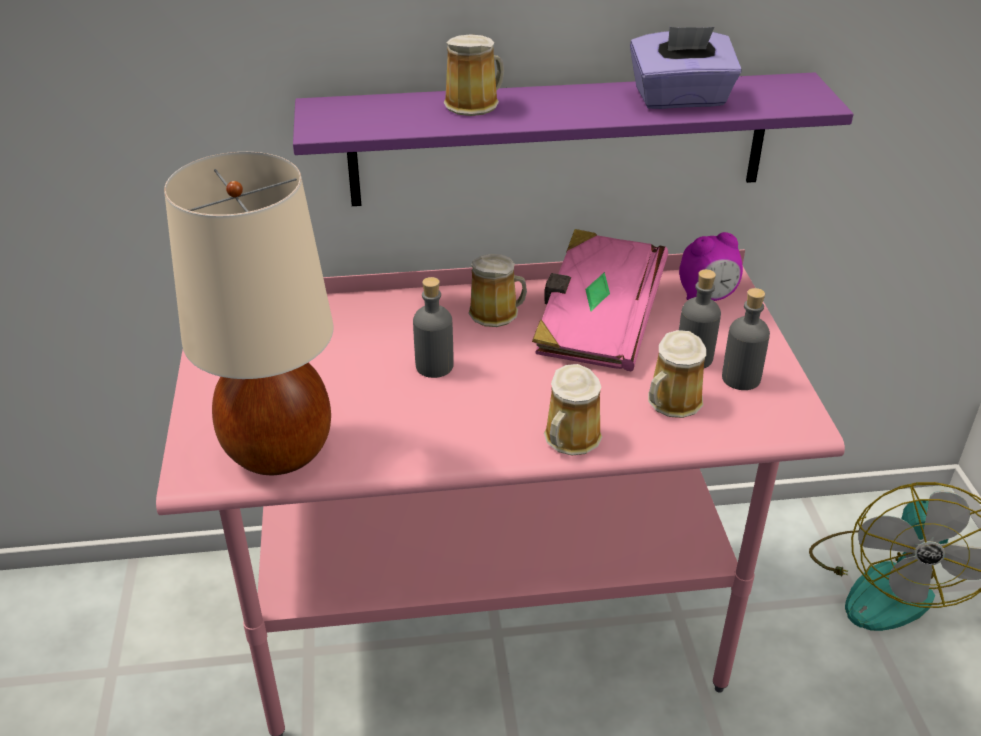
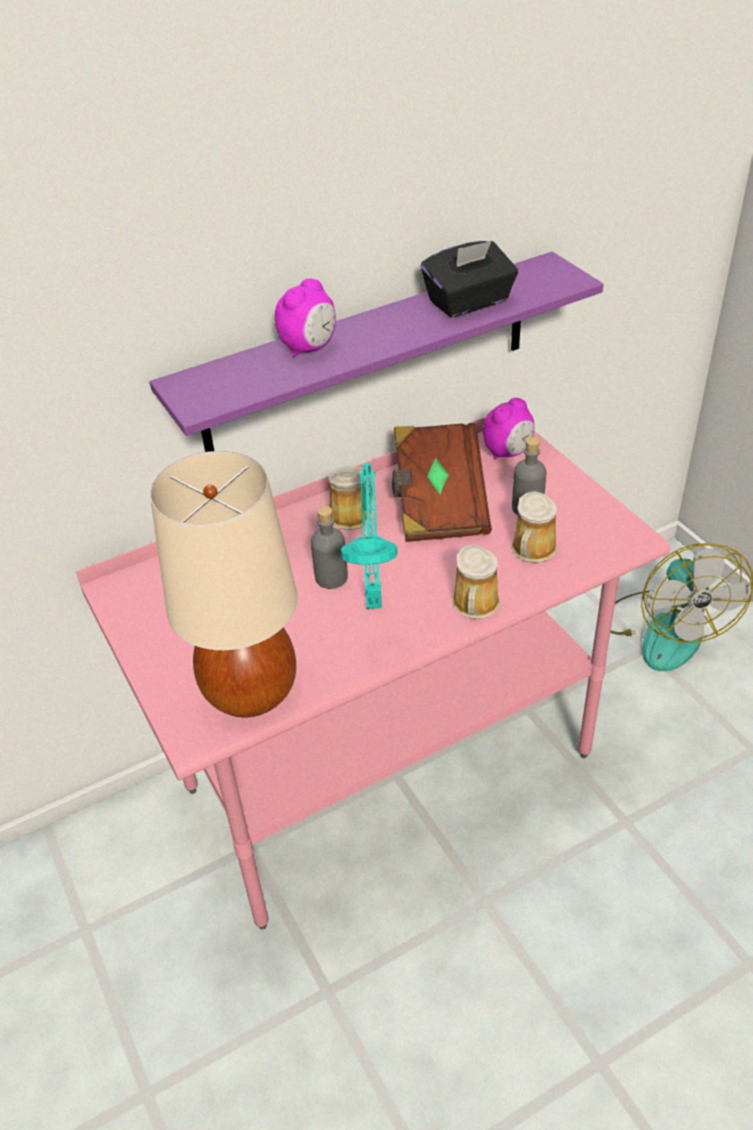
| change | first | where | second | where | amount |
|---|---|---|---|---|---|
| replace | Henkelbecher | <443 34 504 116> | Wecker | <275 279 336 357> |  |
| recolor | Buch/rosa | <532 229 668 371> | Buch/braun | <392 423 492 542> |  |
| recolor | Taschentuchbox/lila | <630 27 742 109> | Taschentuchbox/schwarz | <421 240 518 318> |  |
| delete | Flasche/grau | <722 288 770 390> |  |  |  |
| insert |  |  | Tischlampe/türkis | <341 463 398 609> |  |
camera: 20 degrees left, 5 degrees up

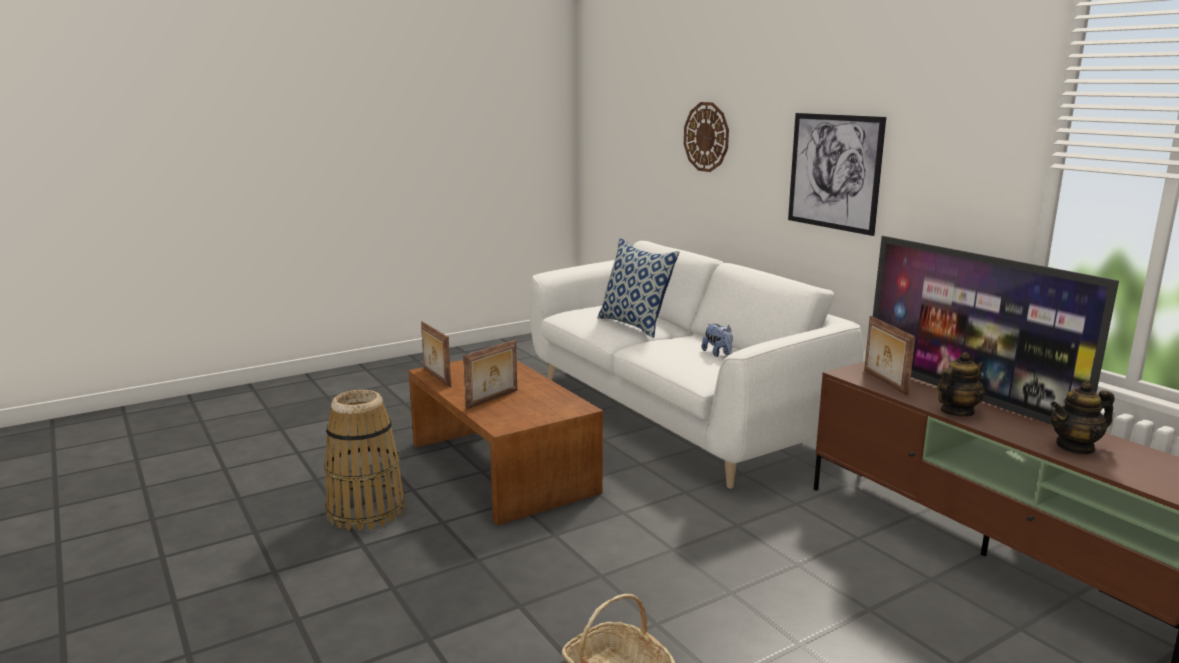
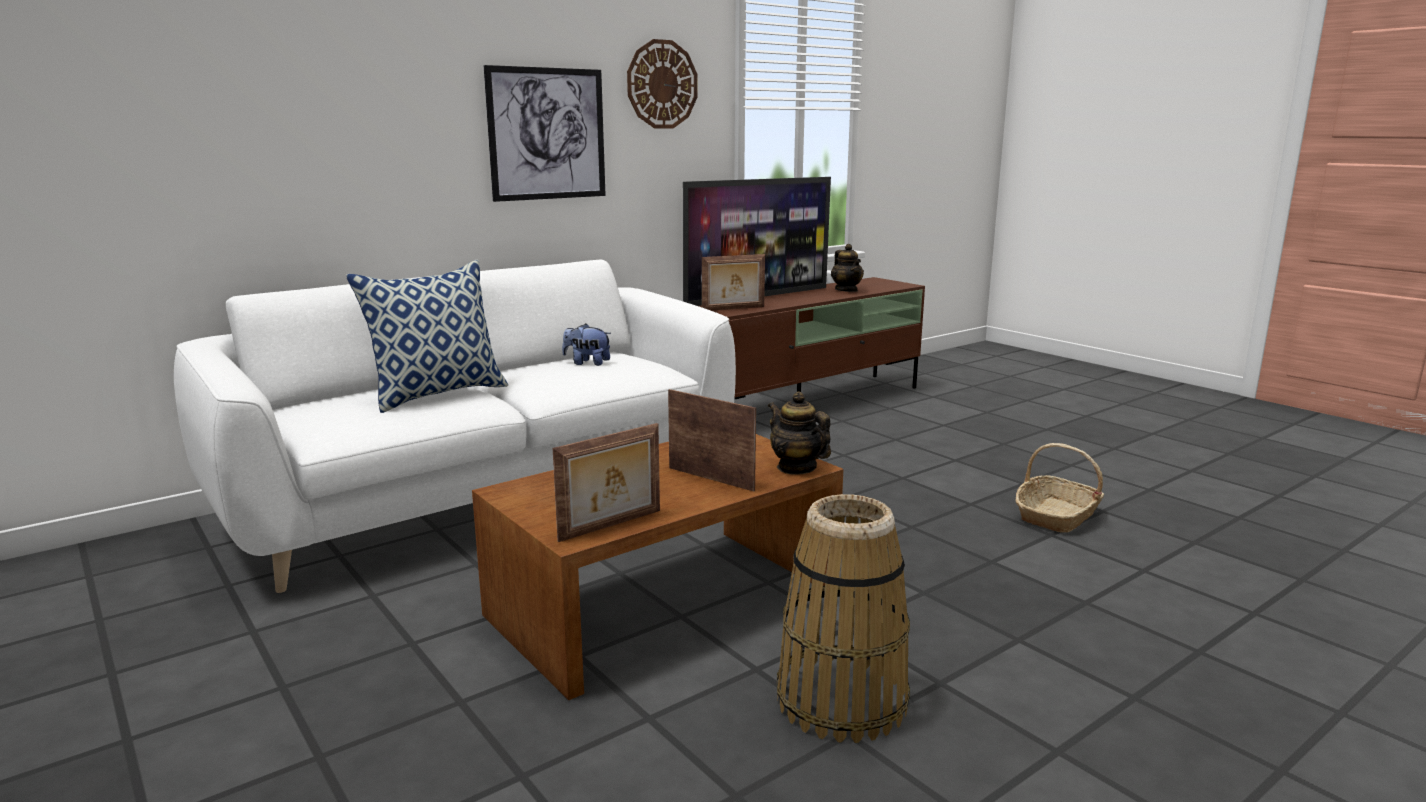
| change | first | where | second | where | amount |
|---|---|---|---|---|---|
| move | Wanduhr | <684 102 729 172> |  | <627 39 698 129> |  |
| rotate | Plüschtier | <702 324 733 357> |  | <562 324 611 366> | 135 degrees counterclockwise |
| move | Teekanne | <937 352 985 416> |  | <768 391 831 475> |  |
camera: 95 degrees left, 0 degrees up

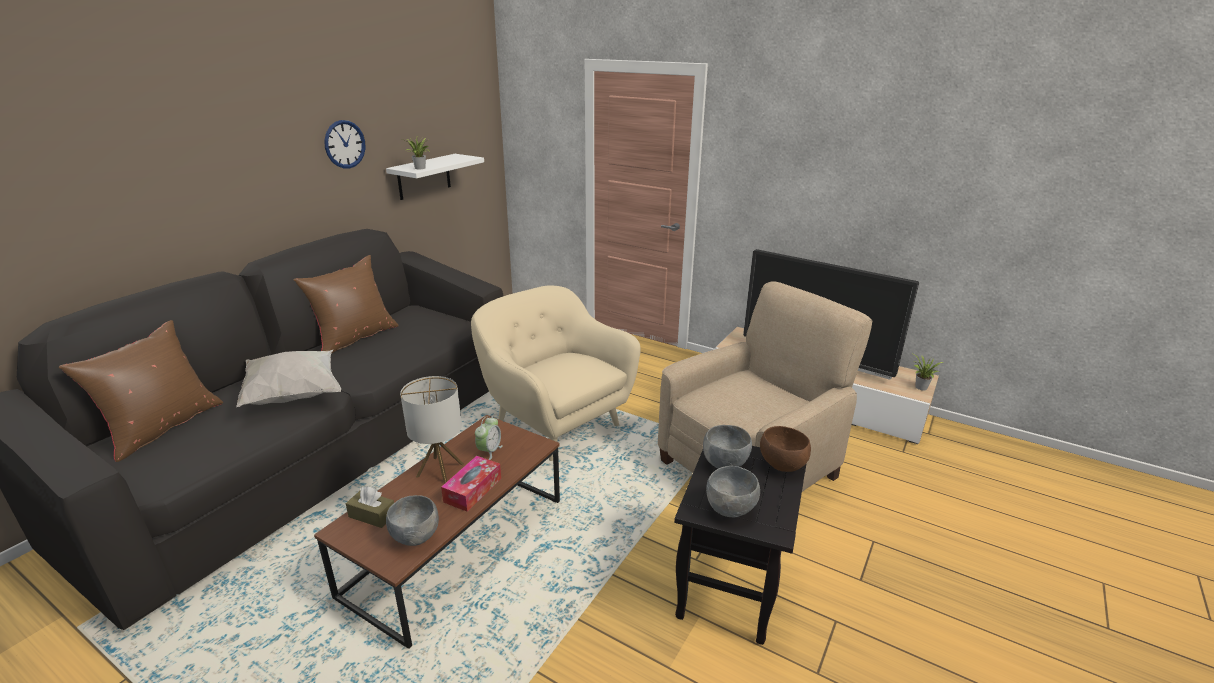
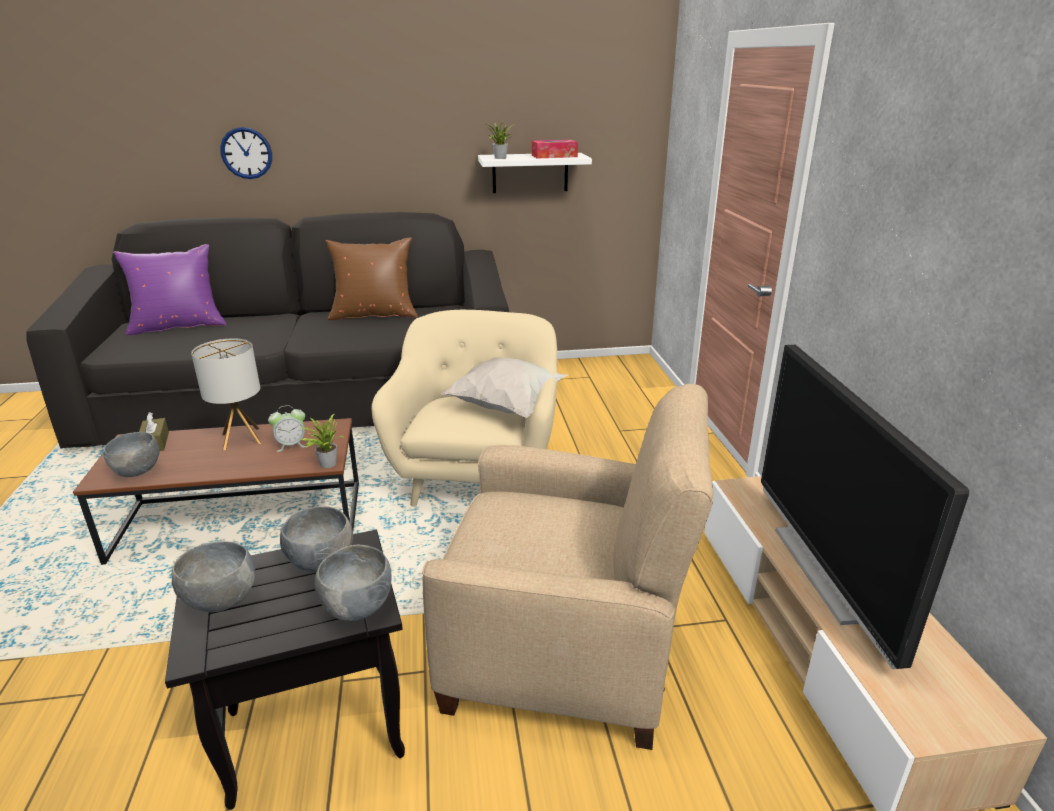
| change | first | where | second | where | amount |
|---|---|---|---|---|---|
| recolor | Kissen/braun | <59 320 223 462> | Kissen/lila | <113 244 227 335> |  |
| move | Kissen/weiß | <236 350 341 407> |  | <441 357 568 418> |  |
| move | Wanduhr | <324 120 366 168> |  | <220 127 272 179> |  |
| move | Taschentuchbox | <441 456 501 512> |  | <532 140 578 159> |  |
| recolor | Schüssel/braun | <760 426 811 472> | Schüssel/grau | <314 544 392 621> |  |
| move | Topfpflanze | <914 355 943 390> |  | <300 413 343 468> |  |
camera: 50 degrees right, 0 degrees up

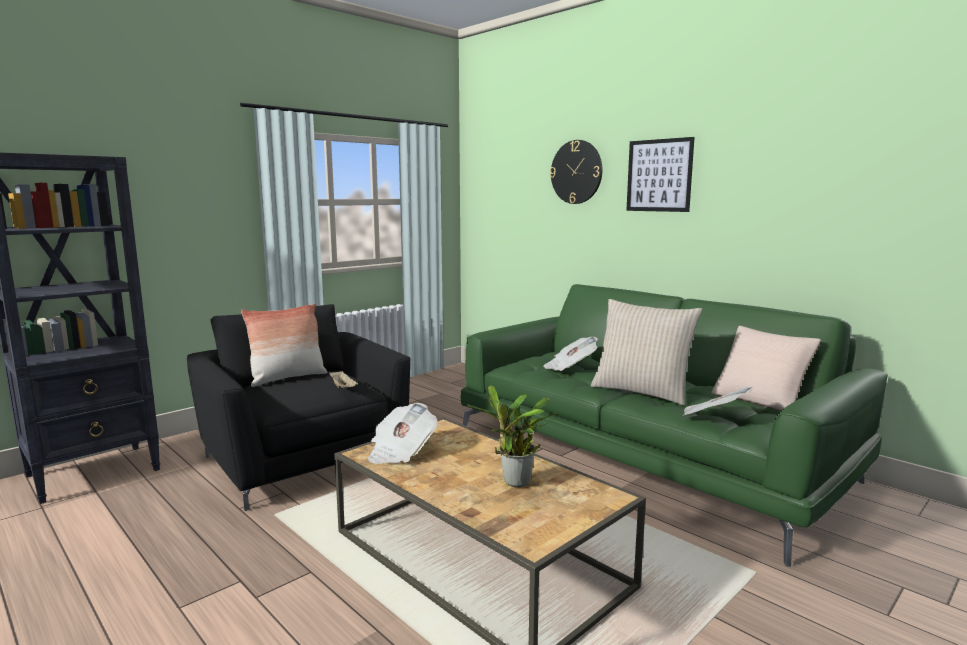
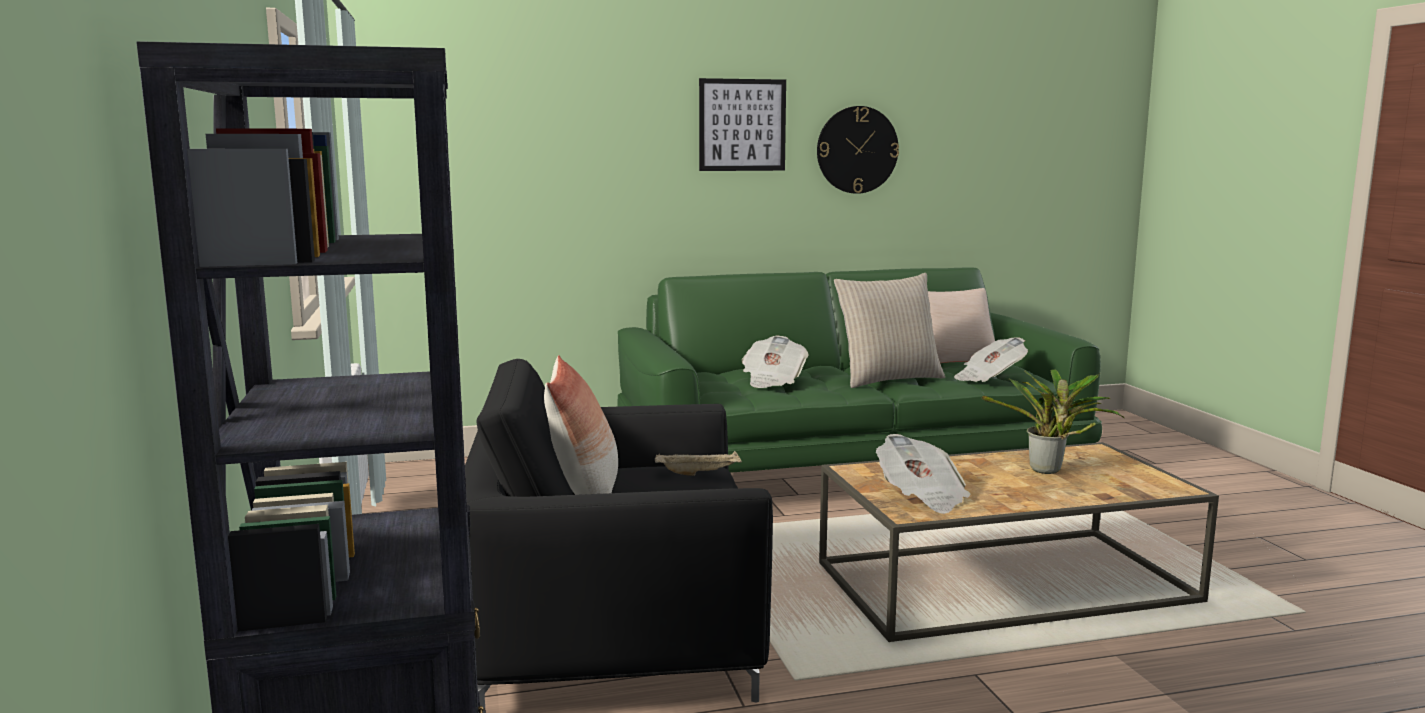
| change | first | where | second | where | amount |
|---|---|---|---|---|---|
| move | Wanduhr | <550 140 602 204> |  | <817 106 899 194> |  |
camera: 60 degrees left, 0 degrees up

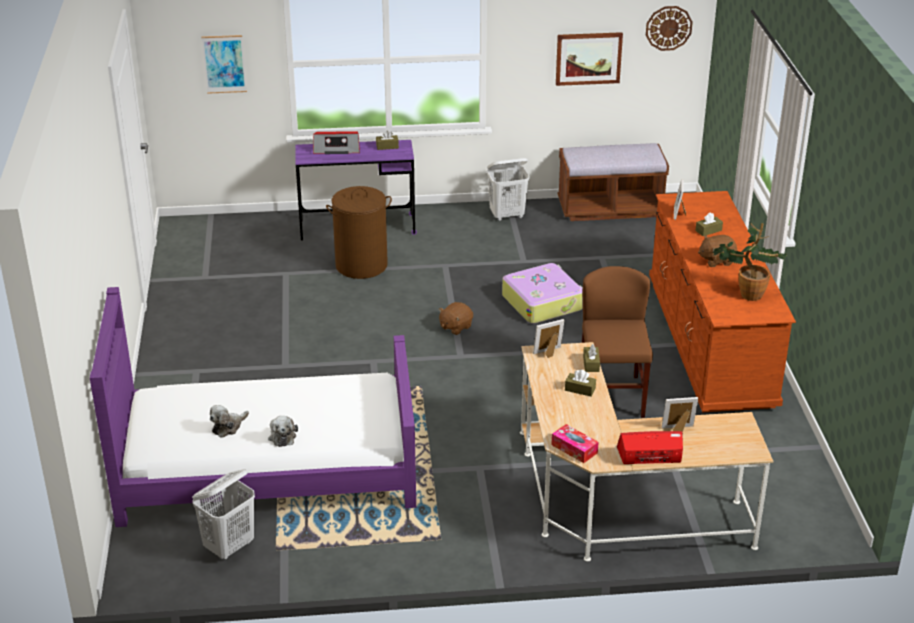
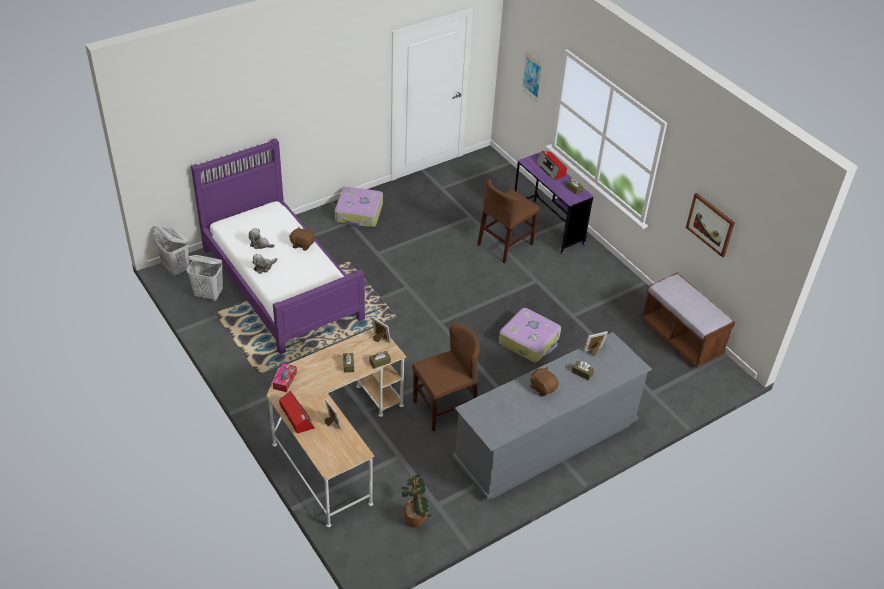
| change | first | where | second | where | amount |
|---|---|---|---|---|---|
| replace | Wäschekorb/braun | <326 186 392 279> | Stuhl/braun | <477 179 540 263> |  |
| move | Plüschtier/braun | <439 302 473 335> |  | <289 227 315 251> |  |
| move | Wäschekorb/weiß | <487 158 530 221> |  | <154 226 189 277> |  |
| delete | Wanduhr | <646 6 693 51> |  |  |  |
| recolor | Kommode/braun | <649 191 796 412> | Kommode/grau | <452 332 652 500> |  |
| move | Topfpflanze | <713 223 787 301> |  | <402 474 432 528> |  |
| insert |  |  | Koffer | <335 187 383 227> |  |
camera: 60 degrees right, 10 degrees up

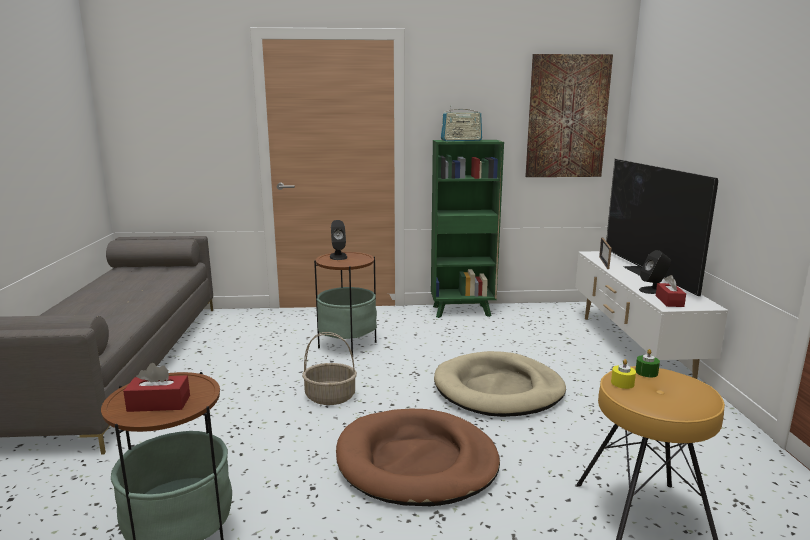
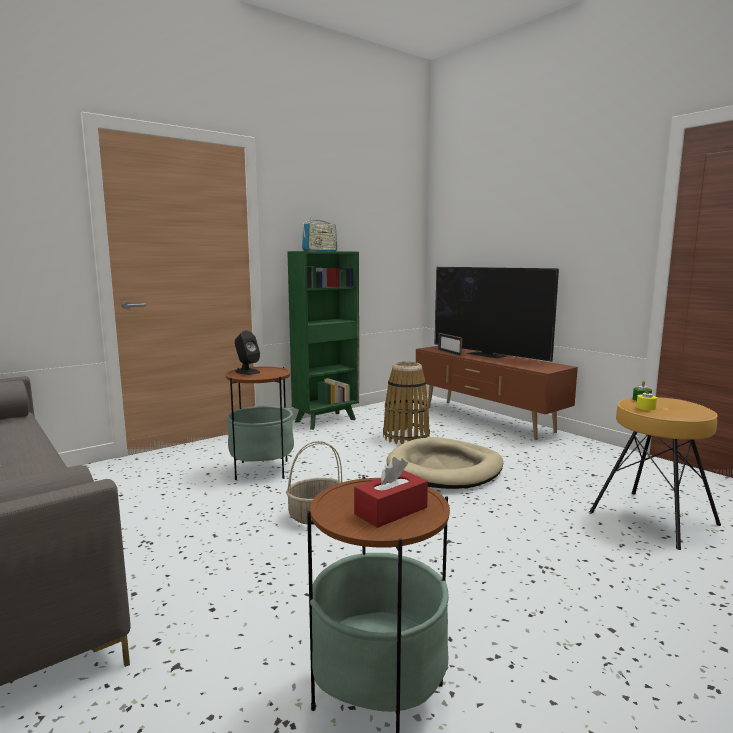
| change | first | where | second | where | amount |
|---|---|---|---|---|---|
| delete | Hundebett/braun | <336 409 500 506> |  |  |  |
| delete | Bild | <525 54 613 177> |  |  |  |
| recolor | Fernsehschrank/weiß | <575 251 728 379> | Fernsehschrank/braun | <416 346 578 440> |  |
| delete | Lautsprecher/schwarz | <639 250 671 294> |  |  |  |
| delete | Taschentuchbox/rot | <656 275 686 307> |  |  |  |
| insert |  |  | Korb | <383 362 430 444> |  |
camera: 35 degrees left, 5 degrees down

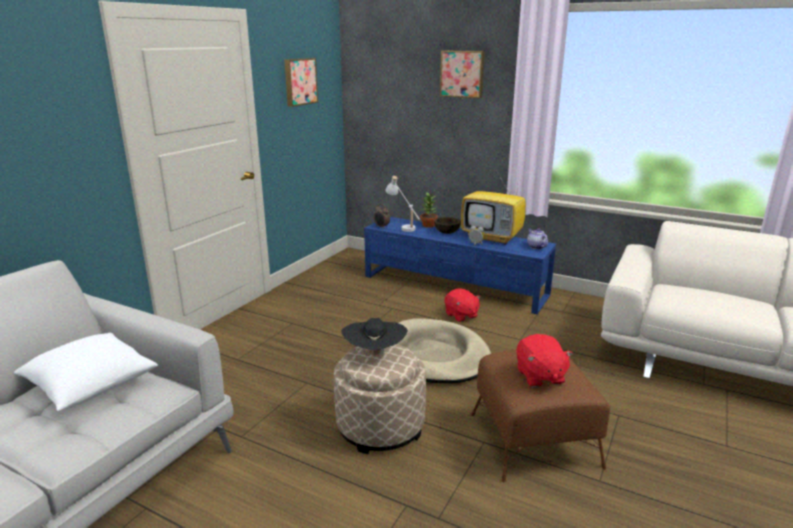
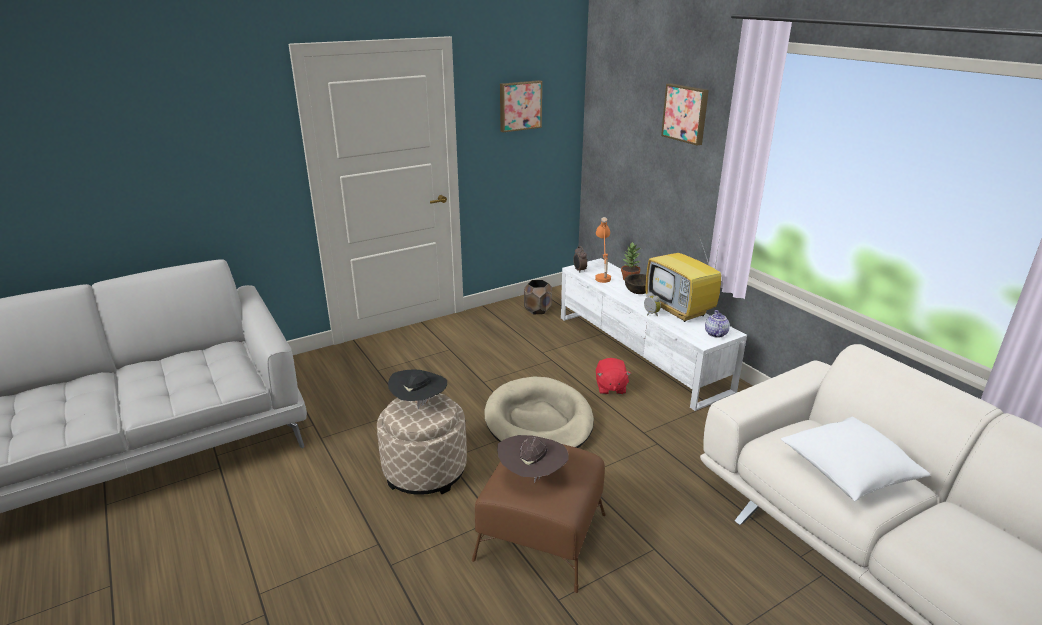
| change | first | where | second | where | amount |
|---|---|---|---|---|---|
| move | Kissen/weiß | <14 332 158 411> |  | <781 417 930 501> |  |
| recolor | Fernsehschrank/blau | <364 217 556 314> | Fernsehschrank/weiß | <561 258 747 411> |  |
| recolor | Tischlampe/weiß | <385 176 420 232> | Tischlampe/orange | <595 217 611 283> |  |
| replace | Plüschtier/rot | <516 334 573 387> | Hut/braun | <497 435 569 483> |  |
| insert |  |  | Pflanzkübel/braun | <524 280 552 315> |  |
camera: 30 degrees right, 5 degrees up

